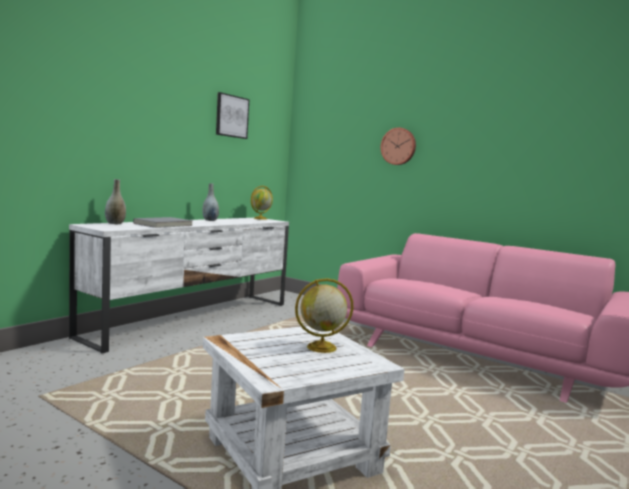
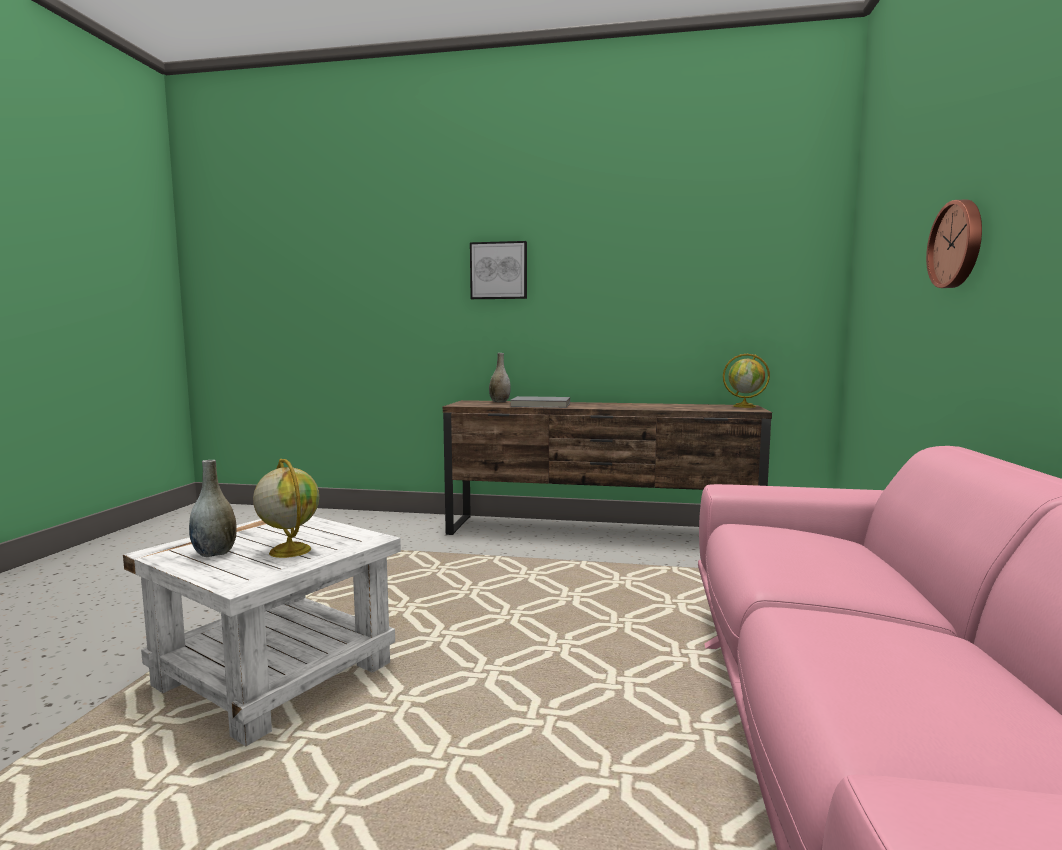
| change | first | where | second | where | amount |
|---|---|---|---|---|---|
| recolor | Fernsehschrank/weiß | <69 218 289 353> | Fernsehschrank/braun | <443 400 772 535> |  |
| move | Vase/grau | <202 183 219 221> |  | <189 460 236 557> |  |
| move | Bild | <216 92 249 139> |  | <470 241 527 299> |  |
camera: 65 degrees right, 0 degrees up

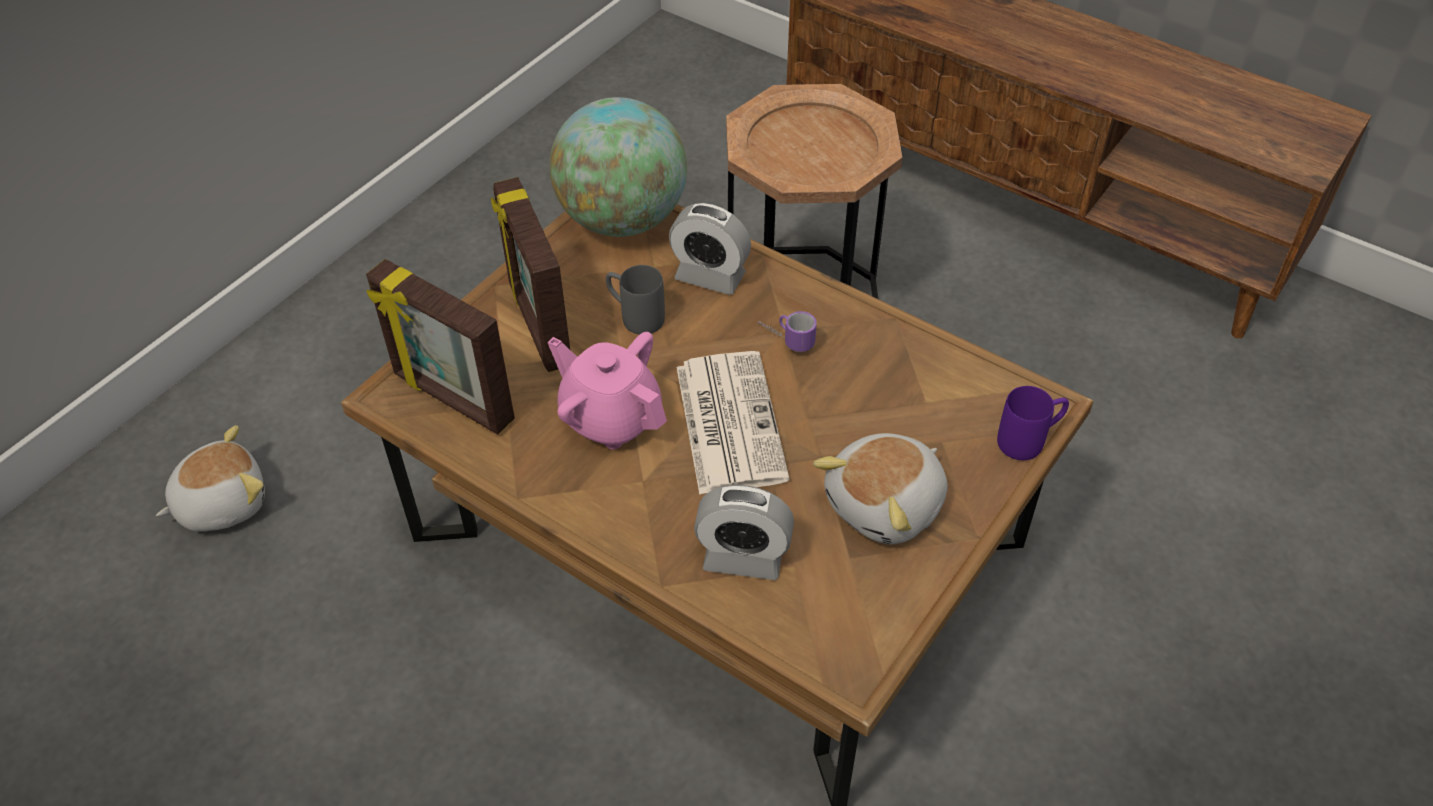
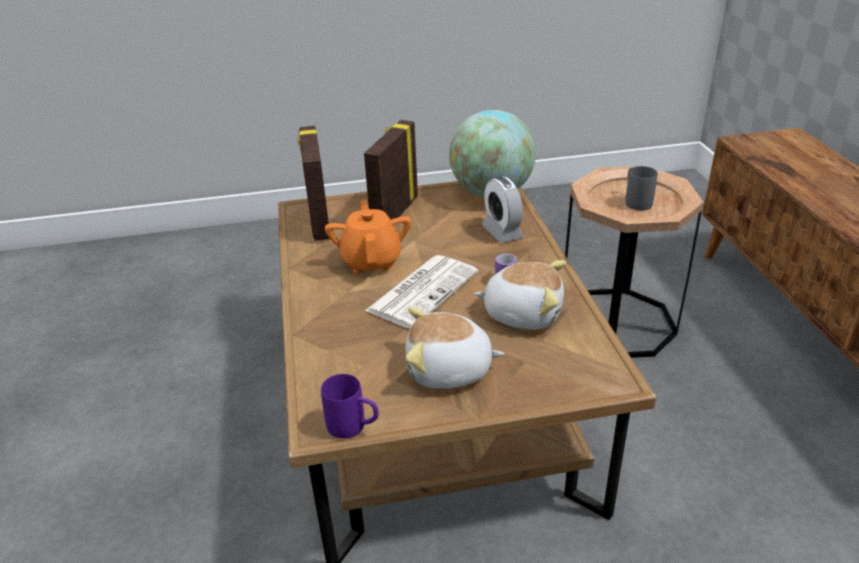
| change | first | where | second | where | amount |
|---|---|---|---|---|---|
| move | Plüschtier | <156 425 265 532> |  | <474 260 566 330> |  |
| recolor | Teekanne/rosa | <548 332 667 450> | Teekanne/orange | <325 200 412 274> |  |
| move | Henkelbecher/grau | <606 265 665 335> |  | <626 166 658 210> |  |
| delete | Wecker | <694 485 794 580> |  |  |  |
| move | Henkelbecher/lila | <997 386 1069 460> |  | <321 374 379 439> |  |
camera: 45 degrees right, 15 degrees down

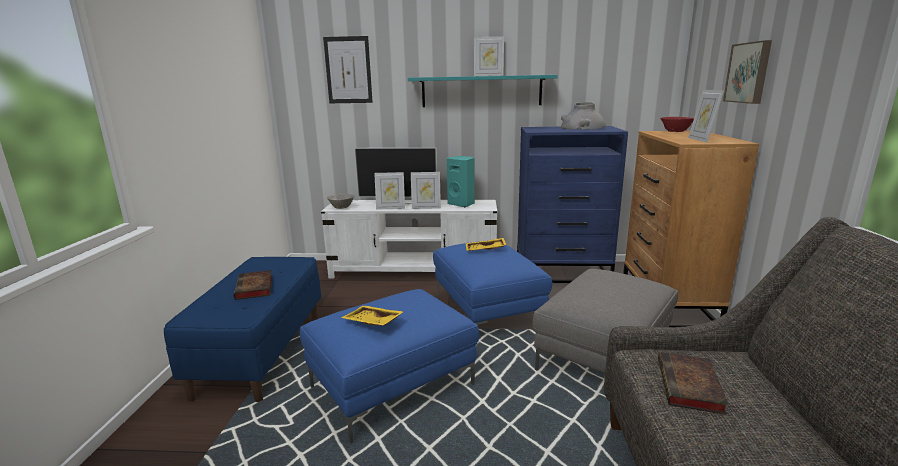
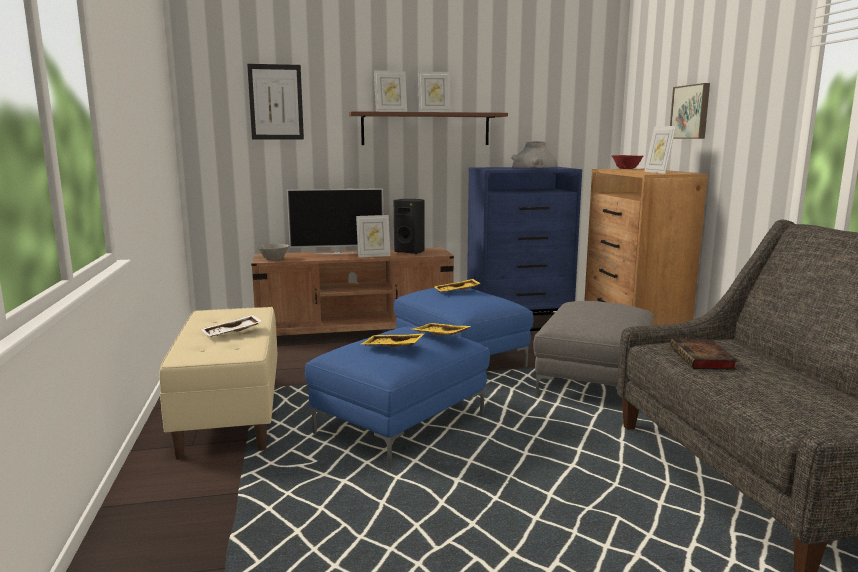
| change | first | where | second | where | amount |
|---|---|---|---|---|---|
| recolor | Bank/blau | <164 257 321 402> | Bank/beige | <159 307 277 460> |  |
| replace | Buch | <234 270 272 300> | Tablett/weiß | <201 315 262 337> |  |
| recolor | Fernsehschrank/weiß | <321 200 497 278> | Fernsehschrank/braun | <251 247 454 336> |  |
| move | Bilderrahmen | <374 172 405 210> |  | <374 71 407 112> |  |
| recolor | Wandregal/türkis | <408 75 558 107> | Wandregal/braun | <349 111 508 145> |  |
| recolor | Lautsprecher/türkis | <447 156 475 207> | Lautsprecher/schwarz | <394 199 425 254> |  |
| insert |  |  | Tablett/gelb | <413 323 471 335> |  |
camera: 15 degrees left, 5 degrees down

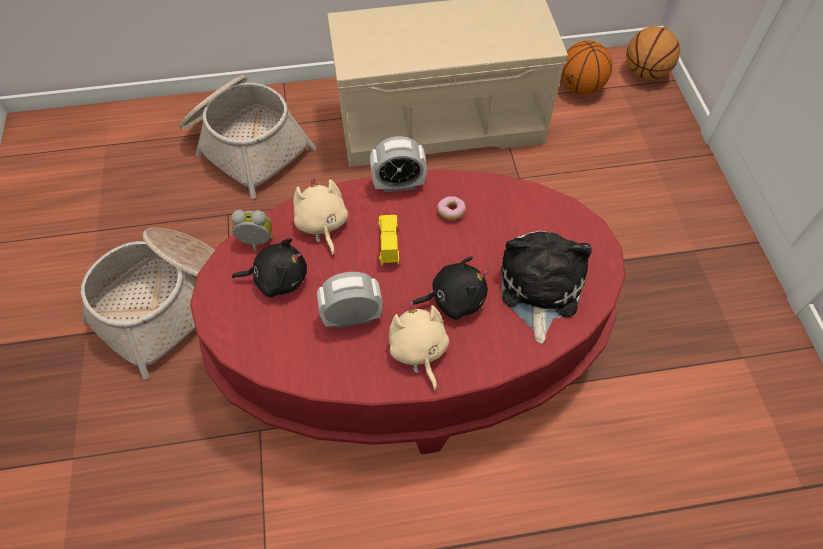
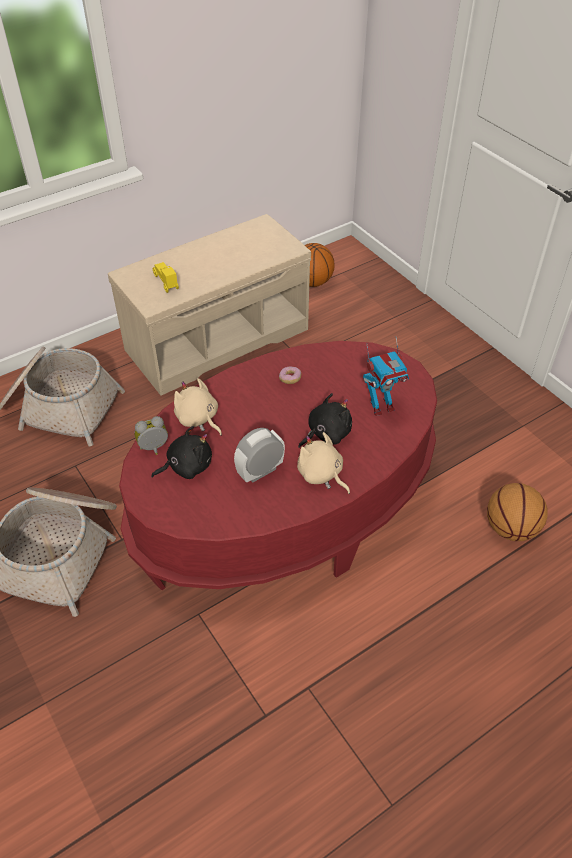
| change | first | where | second | where | amount |
|---|---|---|---|---|---|
| delete | Wecker | <370 136 427 192> |  |  |  |
| move | Spielzeugauto/gelb | <378 215 399 266> |  | <153 262 179 293> |  |
| replace | Plüschtier | <501 231 592 344> | Spielzeugroboter | <363 337 409 416> |  |
| move | Basketball | <626 26 680 80> |  | <487 483 548 541> |  |
camera: 25 degrees left, 10 degrees down

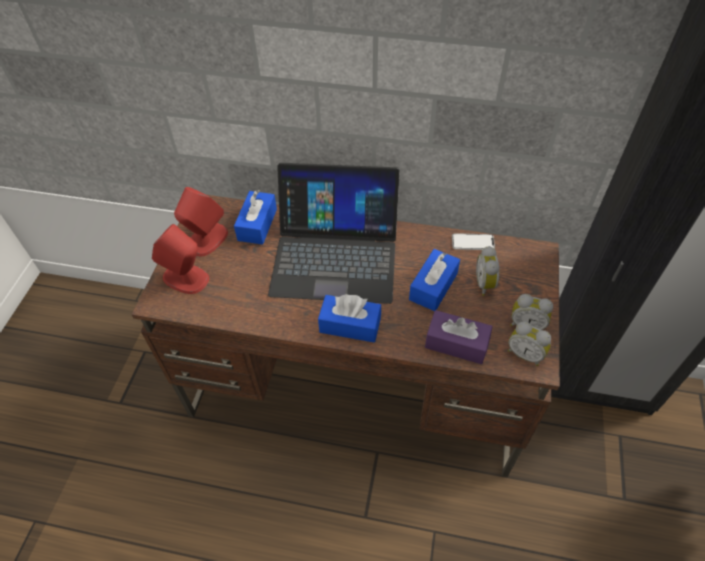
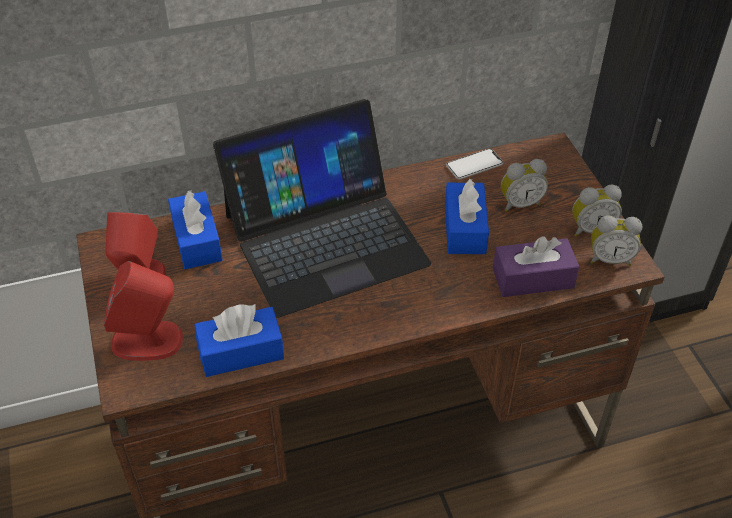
| change | first | where | second | where | amount |
|---|---|---|---|---|---|
| move | Taschentuchbox/blau | <318 294 381 343> |  | <194 304 284 377> |  |
| rotate | Wecker | <476 246 500 296> |  | <501 159 548 212> | 75 degrees counterclockwise |
camera: 30 degrees left, 5 degrees down

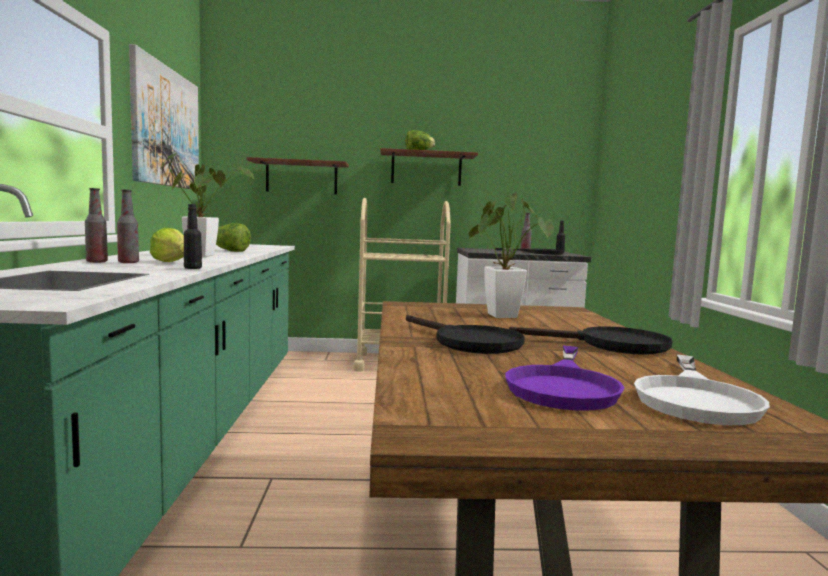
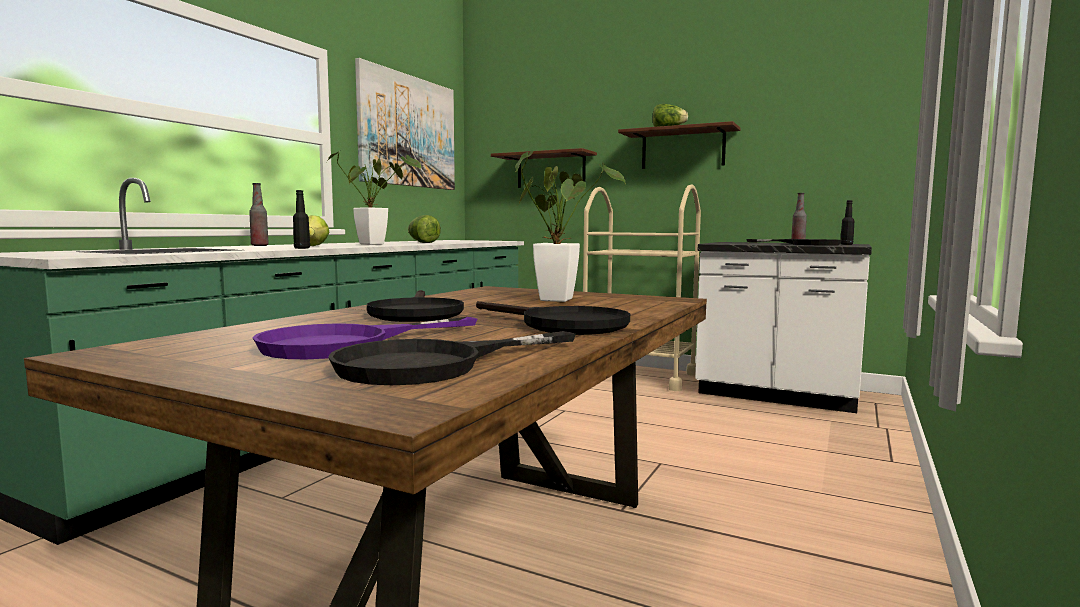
| change | first | where | second | where | amount |
|---|---|---|---|---|---|
| delete | Flasche | <117 189 139 263> |  |  |  |
| recolor | Pfanne/weiß | <634 355 770 425> | Pfanne/schwarz | <328 331 576 385> |  |
camera: 30 degrees right, 0 degrees up

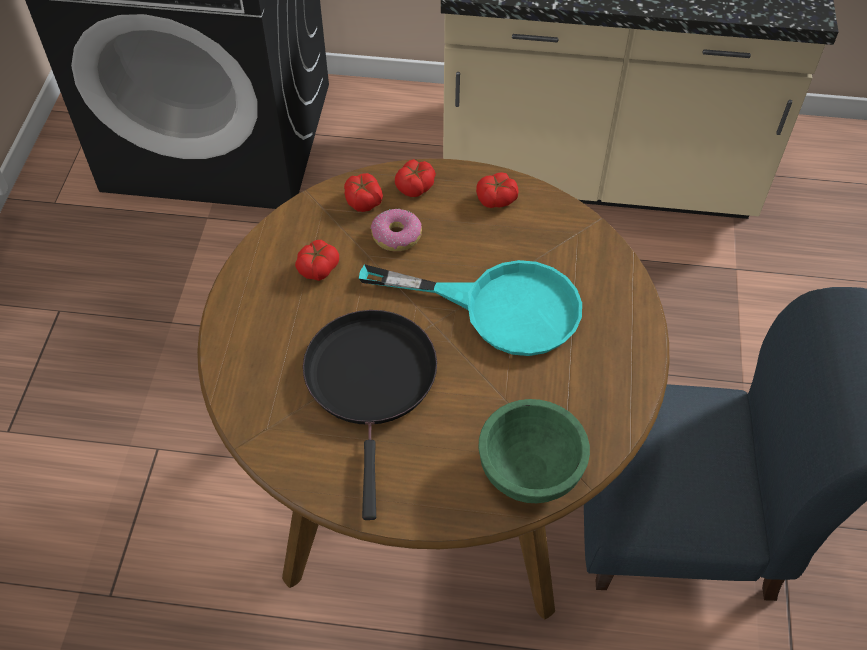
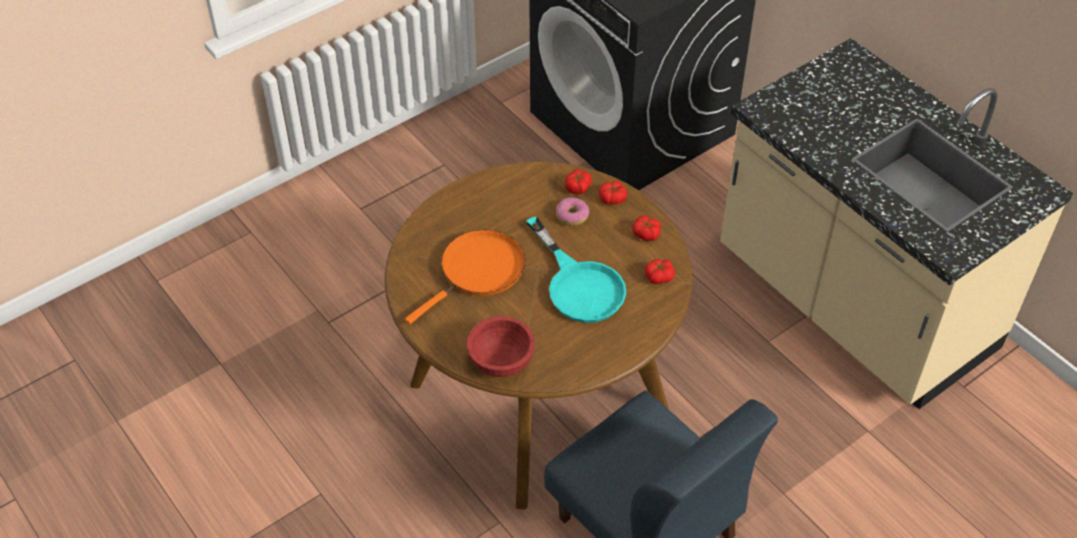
| change | first | where | second | where | amount |
|---|---|---|---|---|---|
| move | Tomate | <295 240 339 281> |  | <645 259 675 284> |  |
| recolor | Pfanne/schwarz | <303 310 437 520> | Pfanne/orange | <405 230 525 324> |  |
| recolor | Schüssel/grün | <479 399 590 503> | Schüssel/rot | <467 316 535 377> |  |
camera: 45 degrees right, 5 degrees down

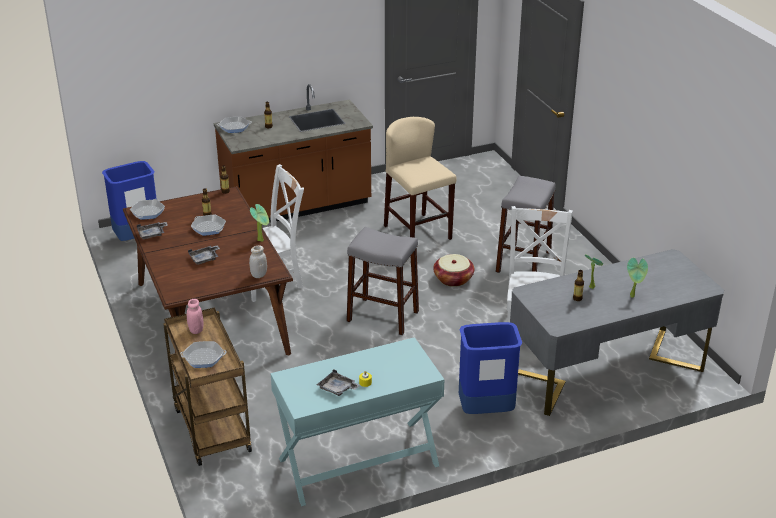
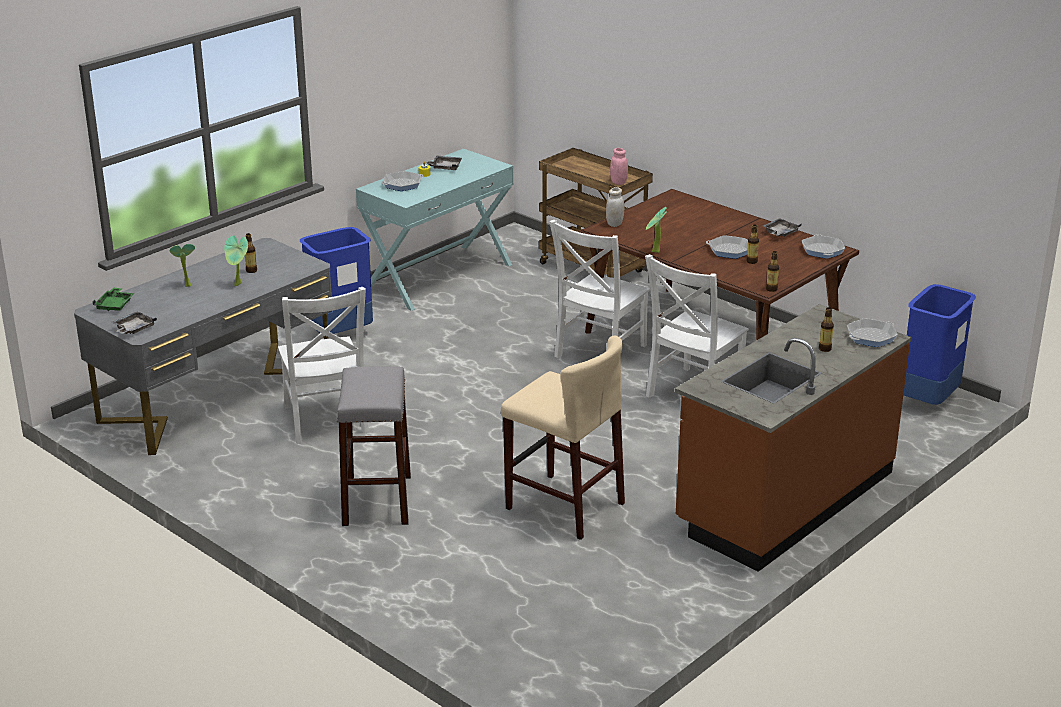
| change | first | where | second | where | amount |
|---|---|---|---|---|---|
| move | Pfanne | <180 341 227 368> |  | <381 171 423 191> |  |
| move | Tablett/grau | <188 245 220 265> |  | <112 311 157 334> |  |
| delete | Hocker/grau | <347 227 419 335> |  |  |  |
| delete | Korb | <433 254 475 287> |  |  |  |
| insert |  |  | Tablett/grün | <93 287 134 311> |  |
| insert |  |  | Stuhl/weiß | <549 220 650 358> |  |
camera: 155 degrees right, 5 degrees down

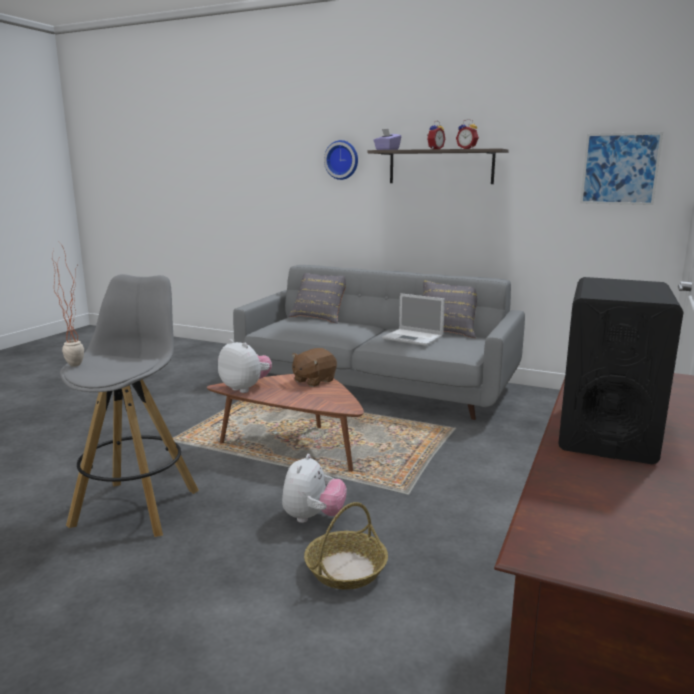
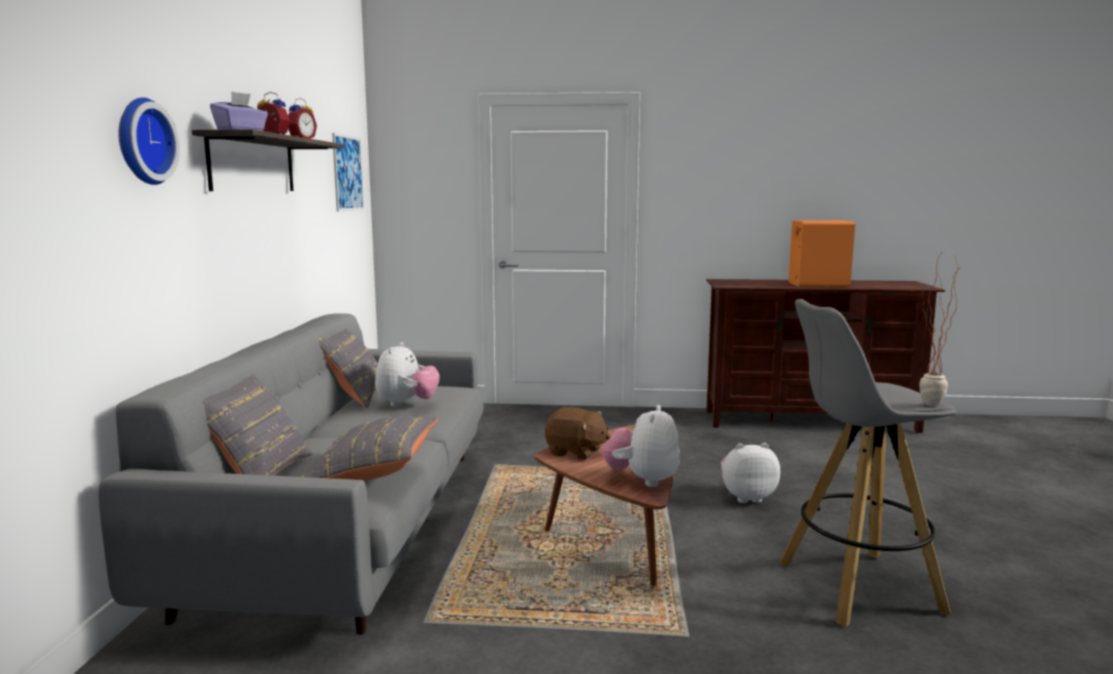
| change | first | where | second | where | amount |
|---|---|---|---|---|---|
| delete | Korb | <304 502 388 590> |  |  |  |
| replace | Laptop | <382 293 445 346> | Plüschtier | <375 342 439 407> |  |
| recolor | Lautsprecher/schwarz | <558 277 684 464> | Lautsprecher/orange | <789 220 855 287> |  |
| insert |  |  | Kissen/grau | <301 416 438 481> |  |
camera: 110 degrees left, 5 degrees down

